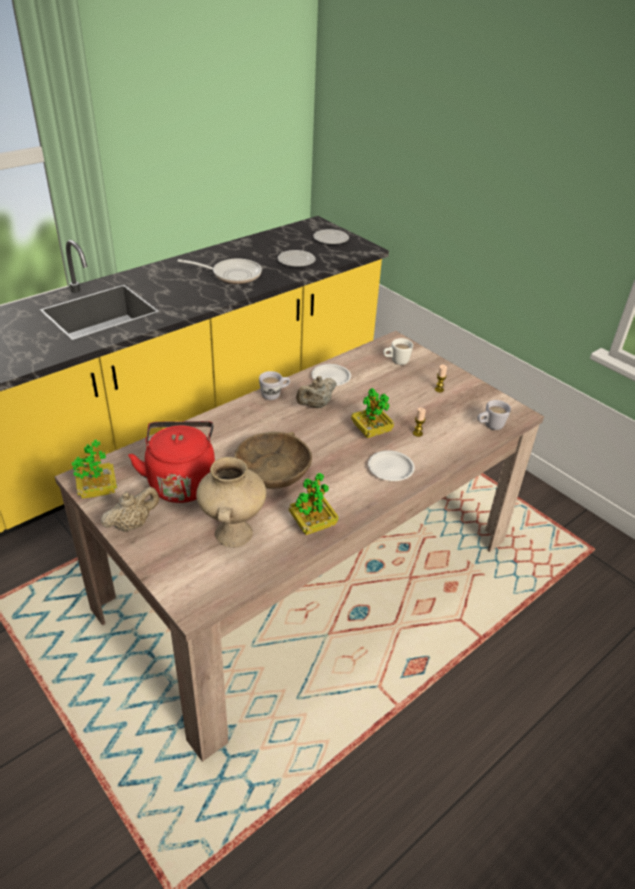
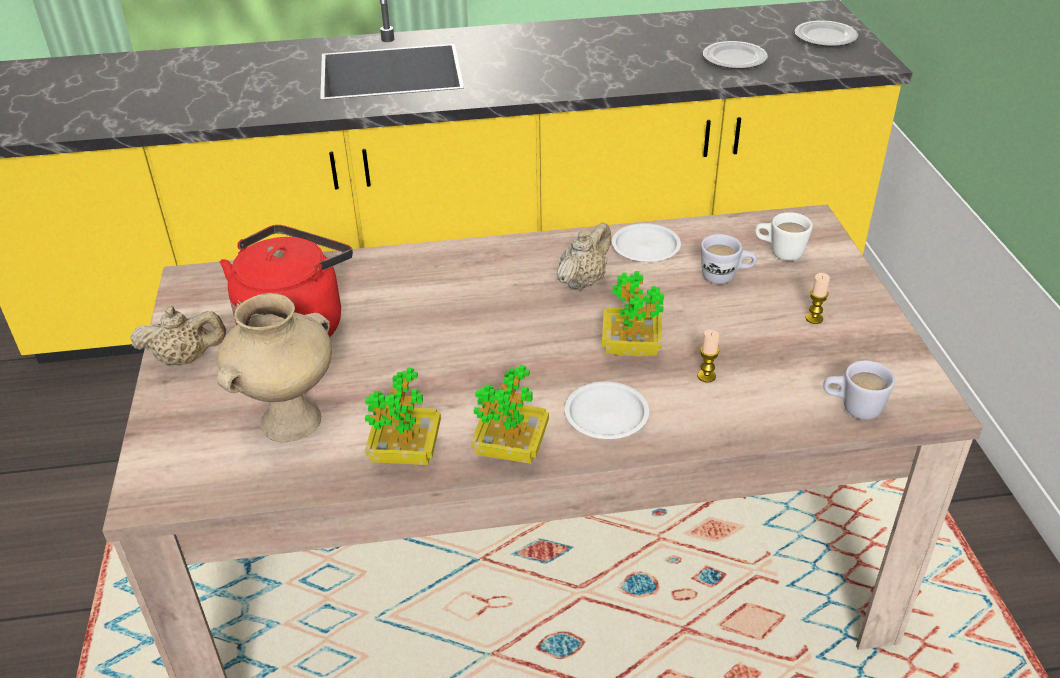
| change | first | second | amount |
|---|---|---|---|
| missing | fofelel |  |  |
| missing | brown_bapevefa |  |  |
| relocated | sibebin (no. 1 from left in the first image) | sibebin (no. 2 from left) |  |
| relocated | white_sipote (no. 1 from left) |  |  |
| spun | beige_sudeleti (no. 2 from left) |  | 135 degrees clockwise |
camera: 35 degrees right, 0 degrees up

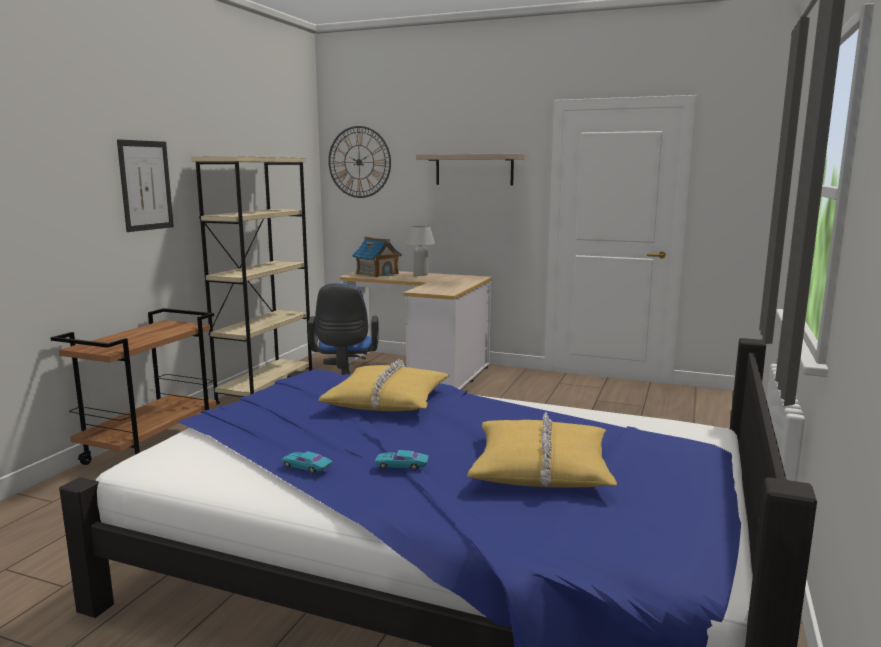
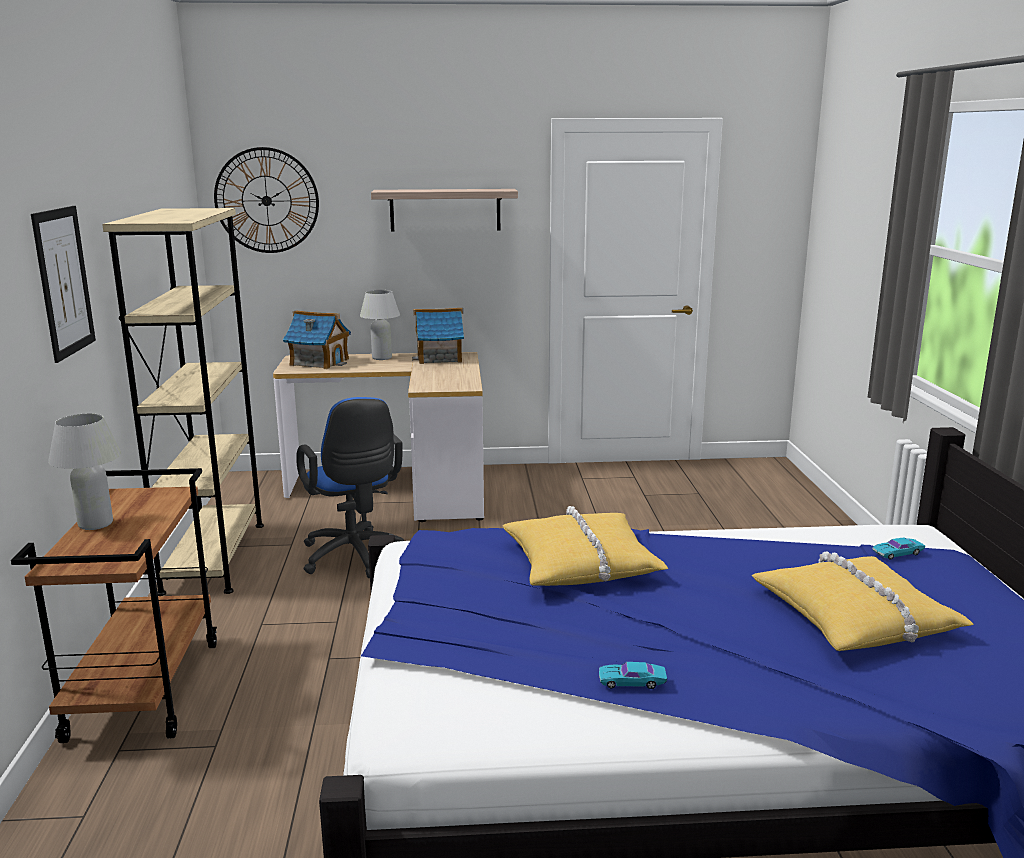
| change | first | second | amount |
|---|---|---|---|
| appeared |  | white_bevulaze (no. 1 from left) |  |
| appeared |  | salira (no. 2 from left) |  |
| relocated | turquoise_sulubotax (no. 2 from left) |  |  |
camera: 25 degrees left, 5 degrees up

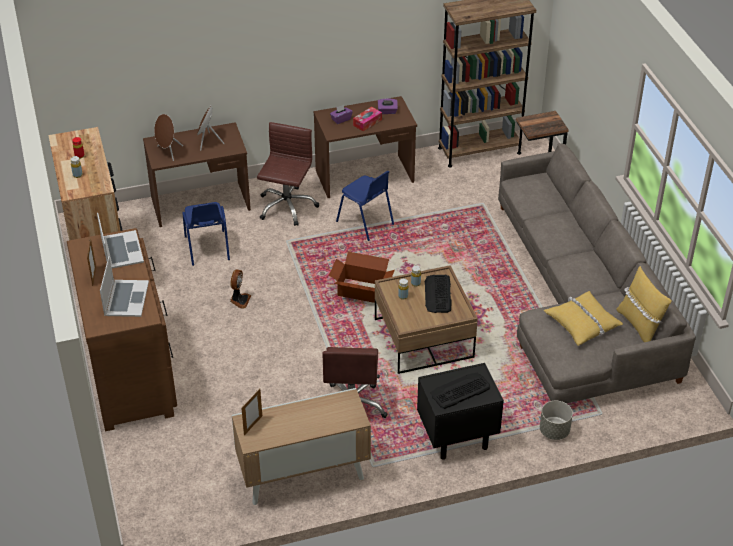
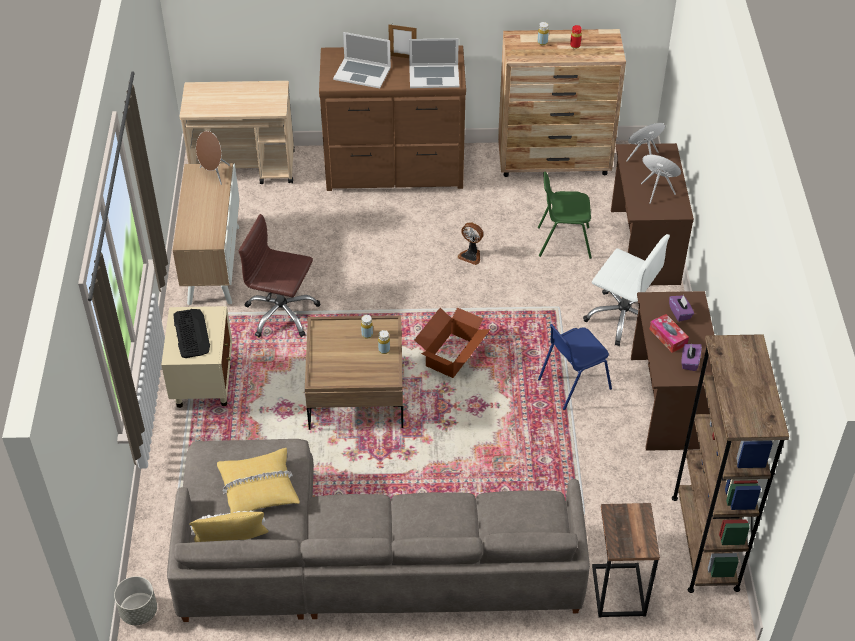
| change | first | second | amount |
|---|---|---|---|
| missing | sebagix (no. 1 from left) |  |  |
| appeared |  | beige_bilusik |  |
| relocated | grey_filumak |  |  |
| exchanged | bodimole (no. 2 from left) | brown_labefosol (no. 1 from left) |  |
| colour | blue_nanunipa (no. 1 from left) | green_nanunipa |  |
| colour | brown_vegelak (no. 1 from left) | white_vegelak |  |
| colour | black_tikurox | beige_tikurox |  |
camera: 105 degrees right, 5 degrees up

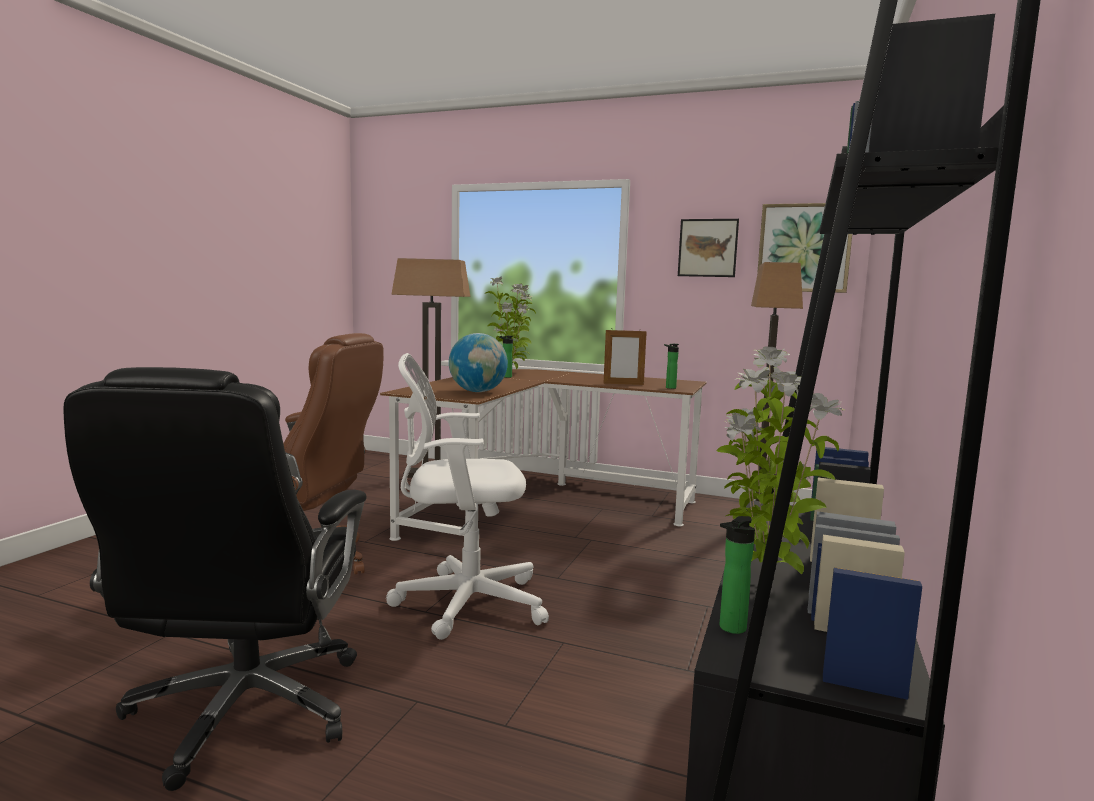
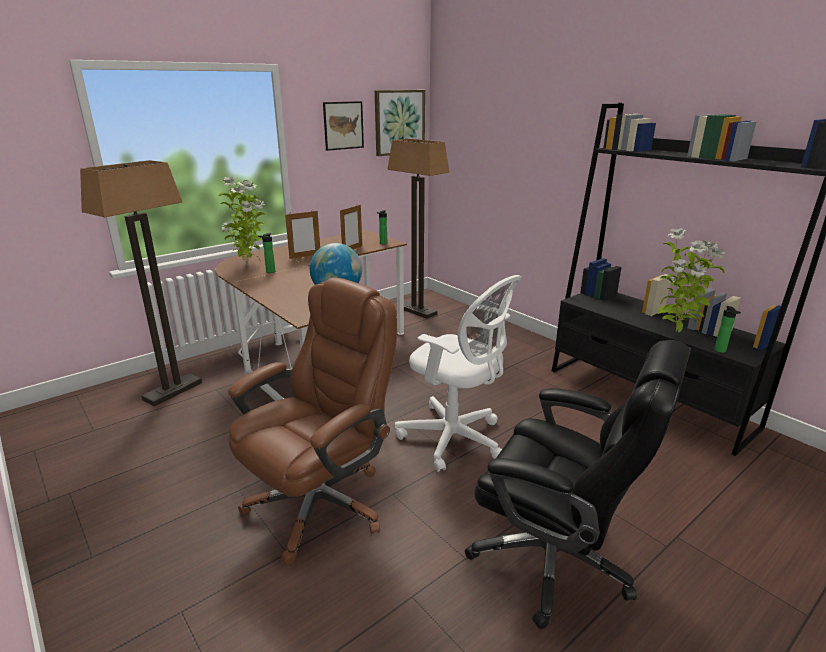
| change | first | second | amount |
|---|---|---|---|
| appeared |  | bodimole (no. 1 from left) |  |
| spun | white_vegelak |  | 75 degrees counterclockwise |
camera: 60 degrees left, 15 degrees up

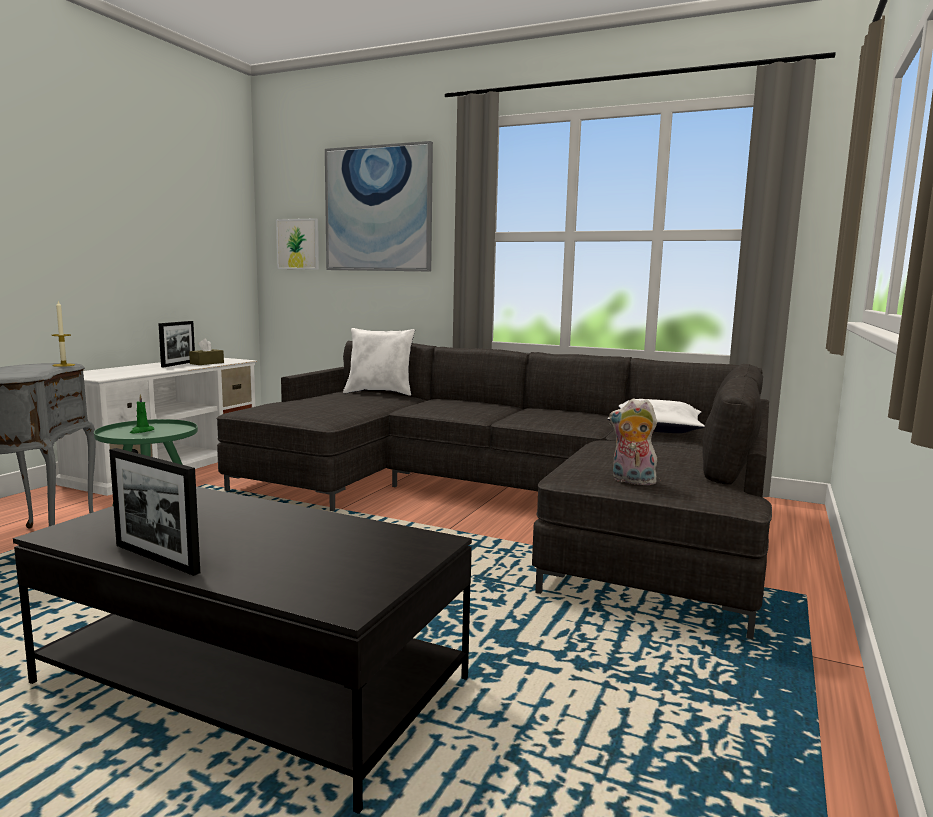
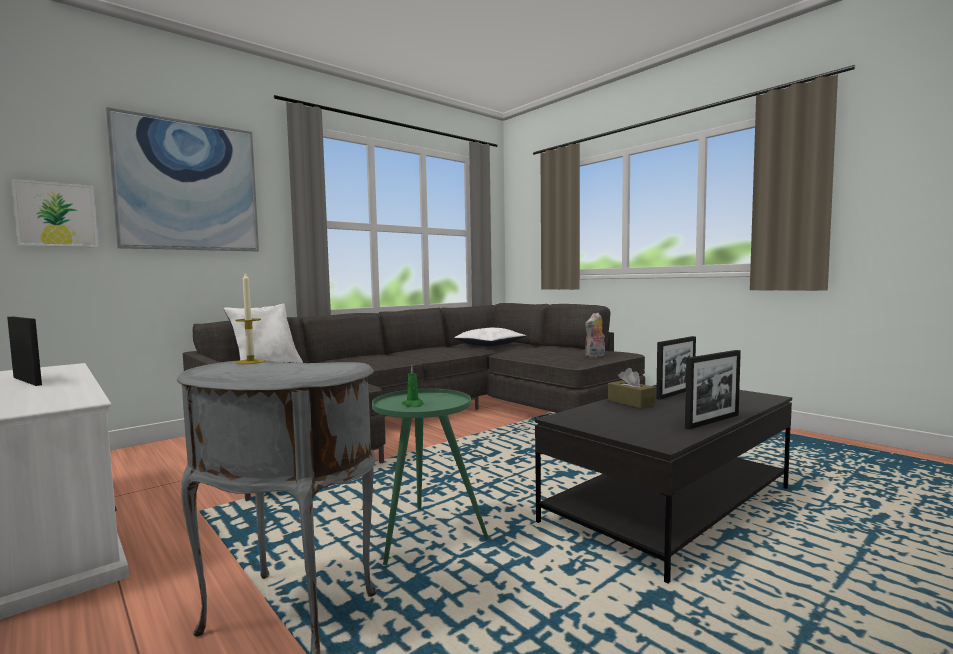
| change | first | second | amount |
|---|---|---|---|
| appeared |  | bodimole (no. 2 from left) |  |
| relocated | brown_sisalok |  |  |
camera: 65 degrees left, 5 degrees down

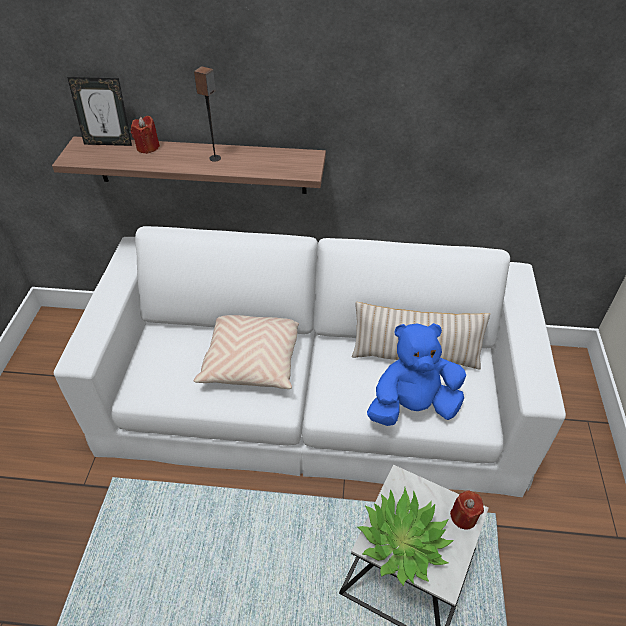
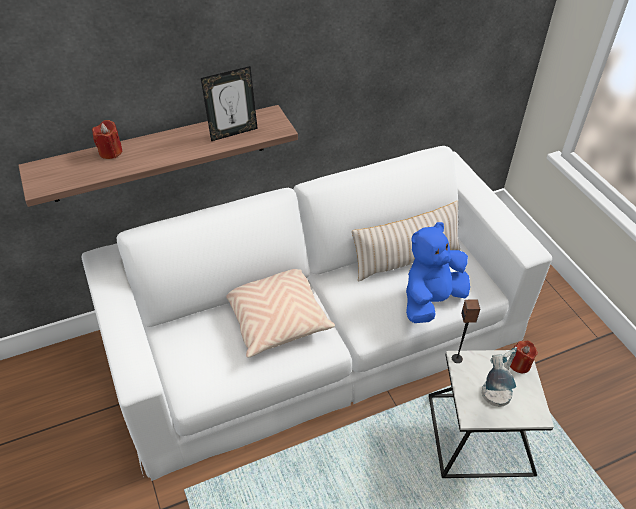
| change | first | second | amount |
|---|---|---|---|
| relocated | bodimole |  |  |
| relocated | labefosol |  |  |
| exchanged | sibebin | bevulaze |  |
camera: 30 degrees left, 0 degrees up

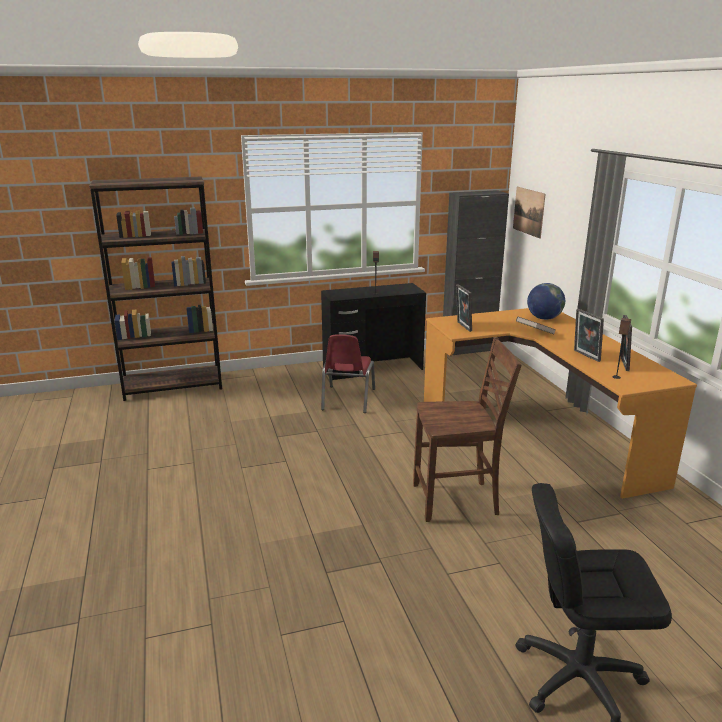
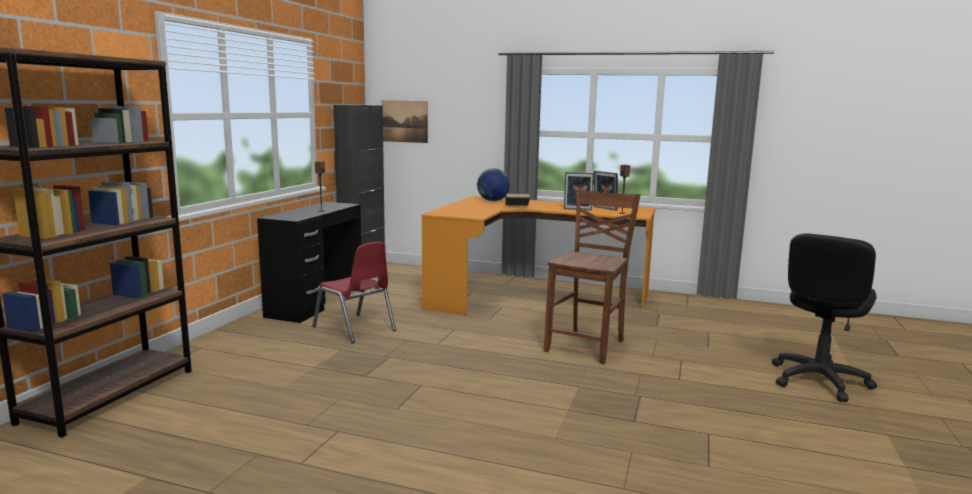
| change | first | second | amount |
|---|---|---|---|
| missing | bodimole (no. 1 from left) |  |  |
camera: 55 degrees left, 10 degrees down

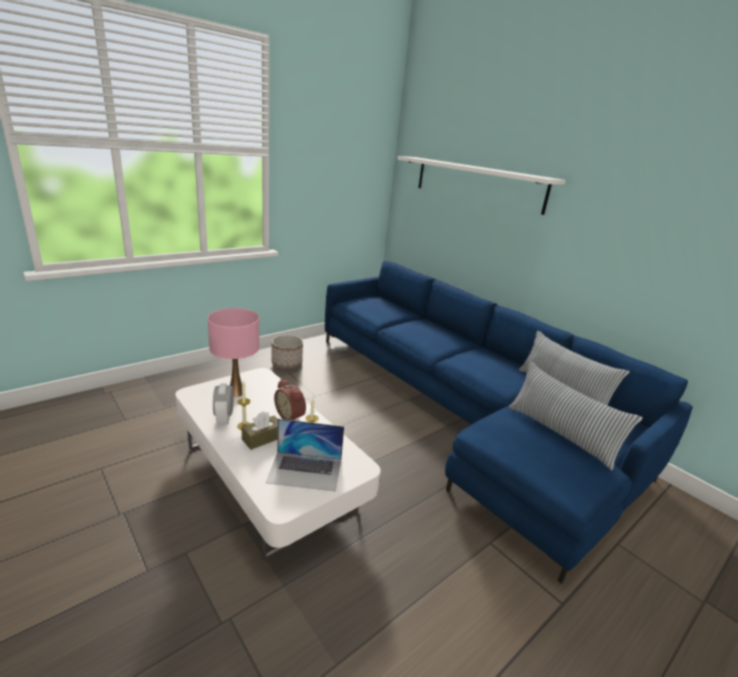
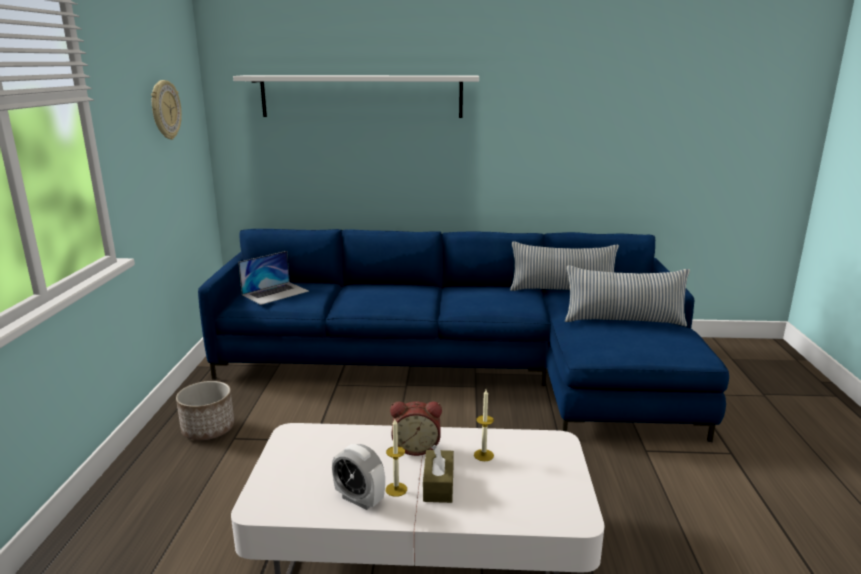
| change | first | second | amount |
|---|---|---|---|
| missing | pink_bevulaze |  |  |
| appeared |  | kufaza |  |
| relocated | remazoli |  |  |
camera: 45 degrees left, 5 degrees down

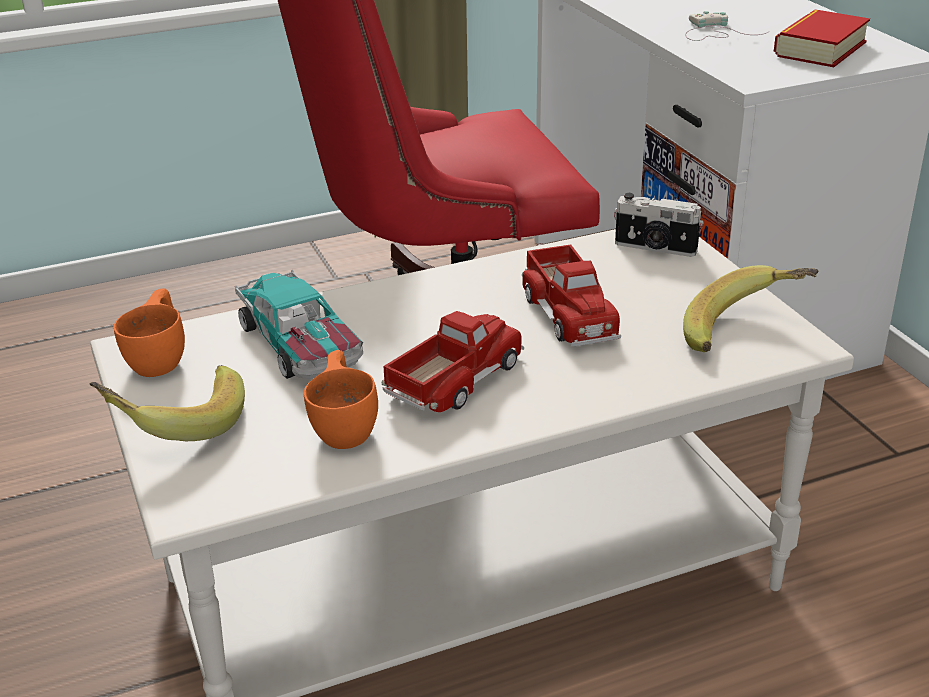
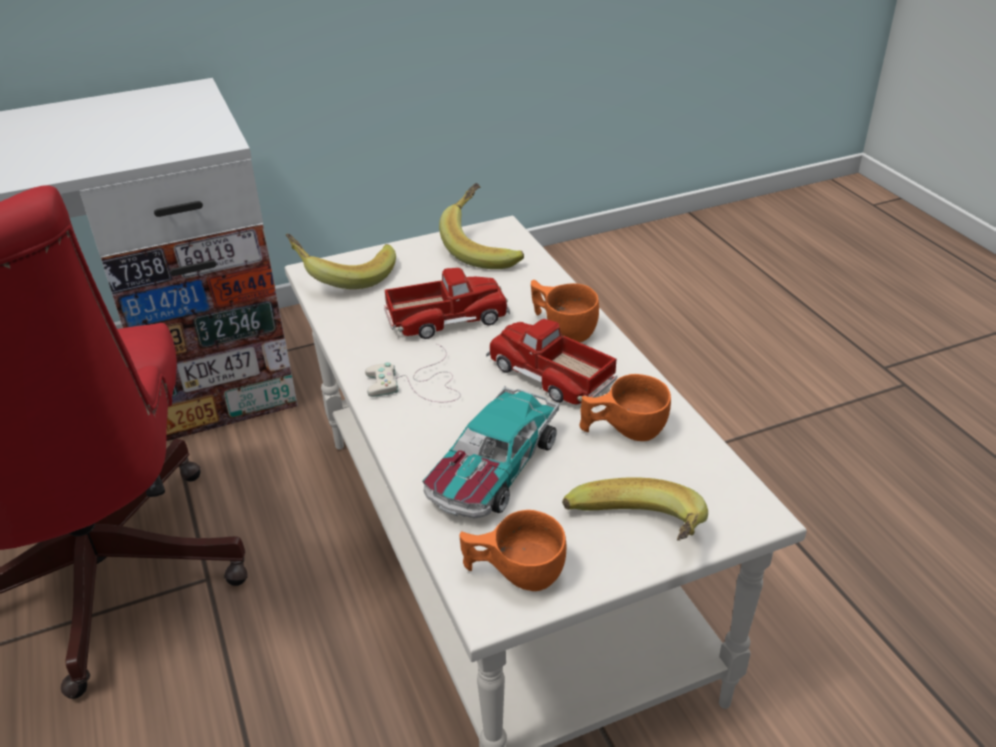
| change | first | second | amount |
|---|---|---|---|
| missing | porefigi |  |  |
| appeared |  | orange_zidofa (no. 2 from left) |  |
| relocated | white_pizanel |  |  |
| exchanged | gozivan | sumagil (no. 1 from left) |  |
| spun | sulubotax |  | 150 degrees clockwise |
camera: 90 degrees left, 5 degrees up

